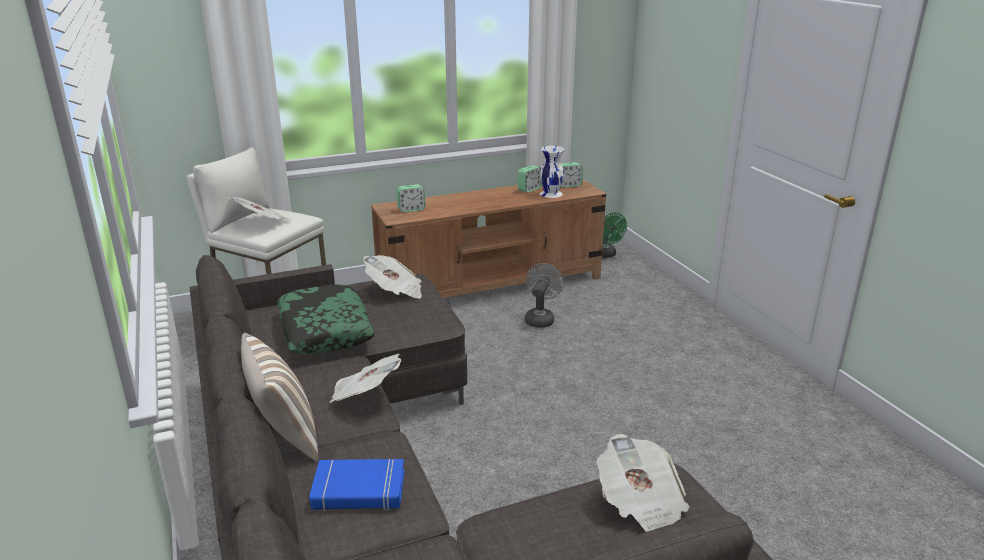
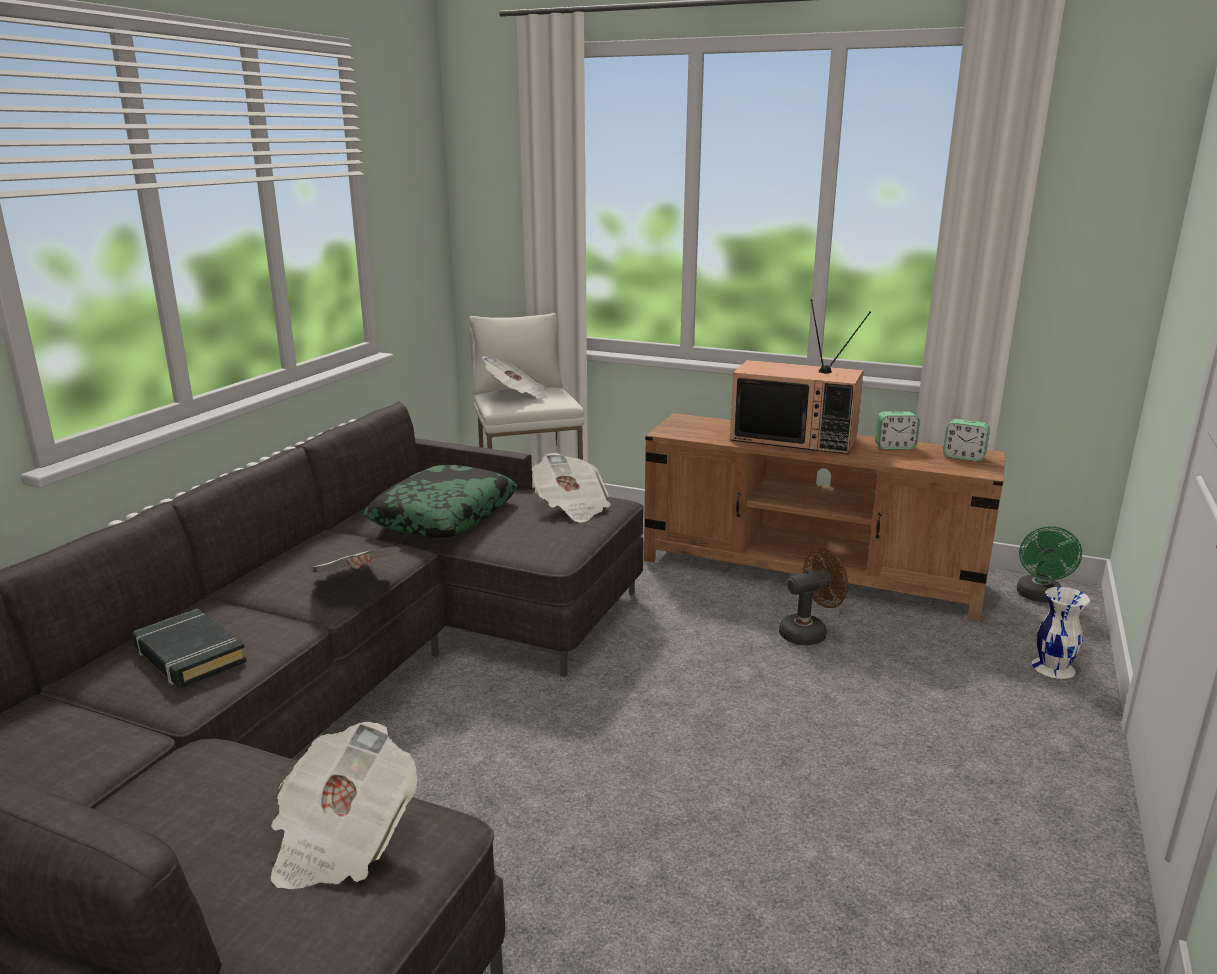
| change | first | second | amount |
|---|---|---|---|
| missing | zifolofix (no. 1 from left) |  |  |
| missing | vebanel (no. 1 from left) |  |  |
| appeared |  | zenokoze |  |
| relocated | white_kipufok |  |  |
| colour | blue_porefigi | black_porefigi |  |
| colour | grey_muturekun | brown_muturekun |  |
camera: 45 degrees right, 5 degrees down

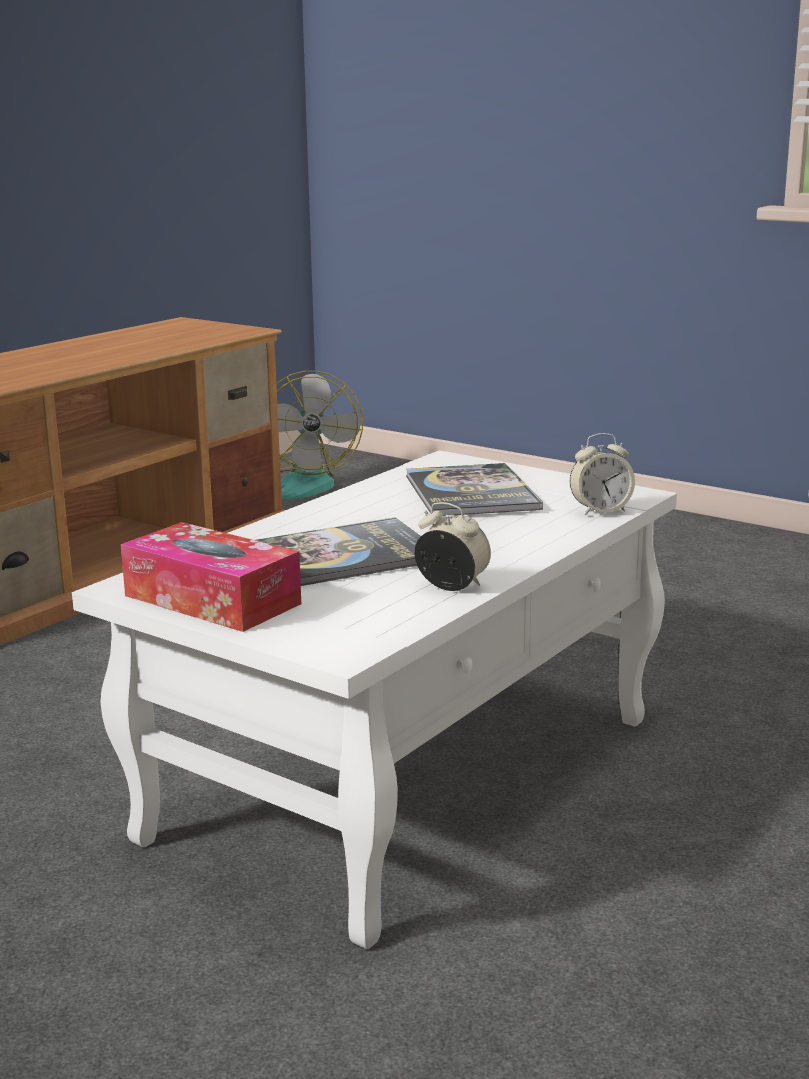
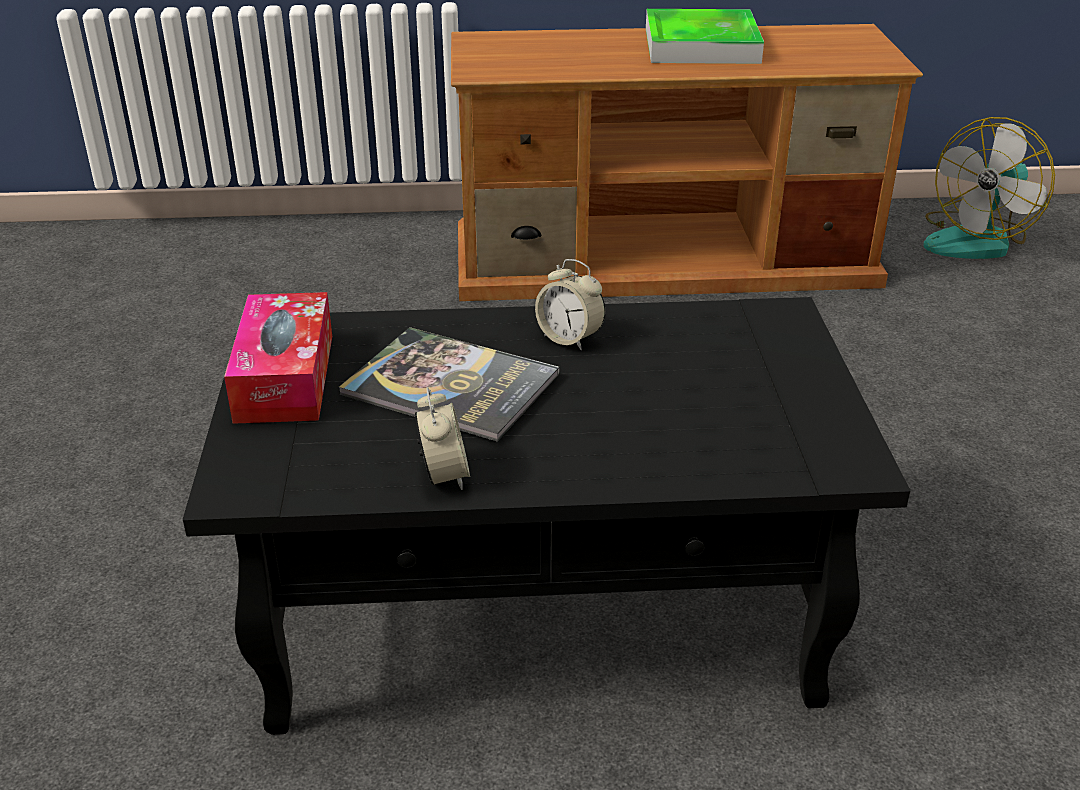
| change | first | second | amount |
|---|---|---|---|
| missing | porefigi (no. 2 from left) |  |  |
| appeared |  | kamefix |  |
| relocated | vebanel (no. 2 from left) |  |  |
| colour | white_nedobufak | black_nedobufak |  |
camera: 50 degrees right, 15 degrees up

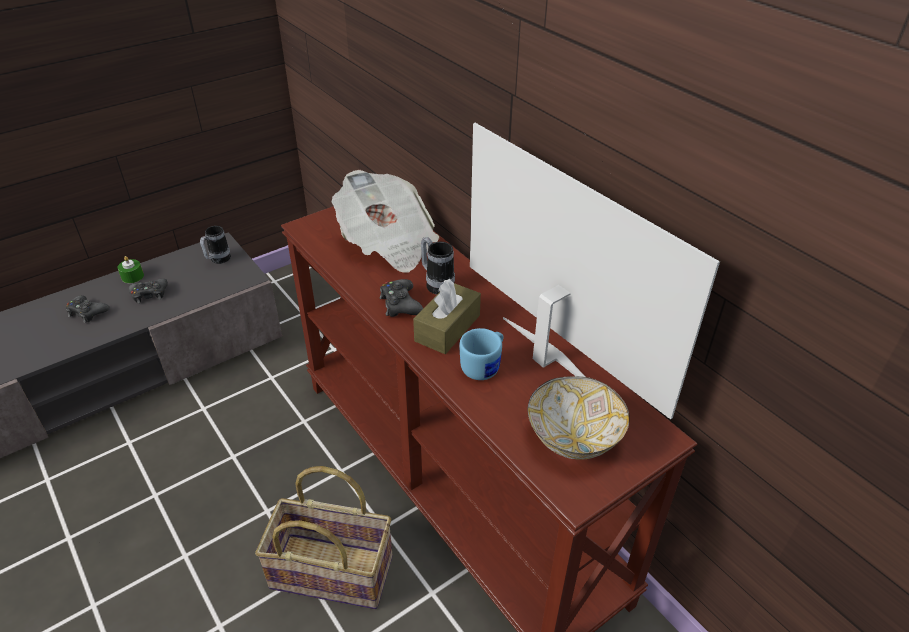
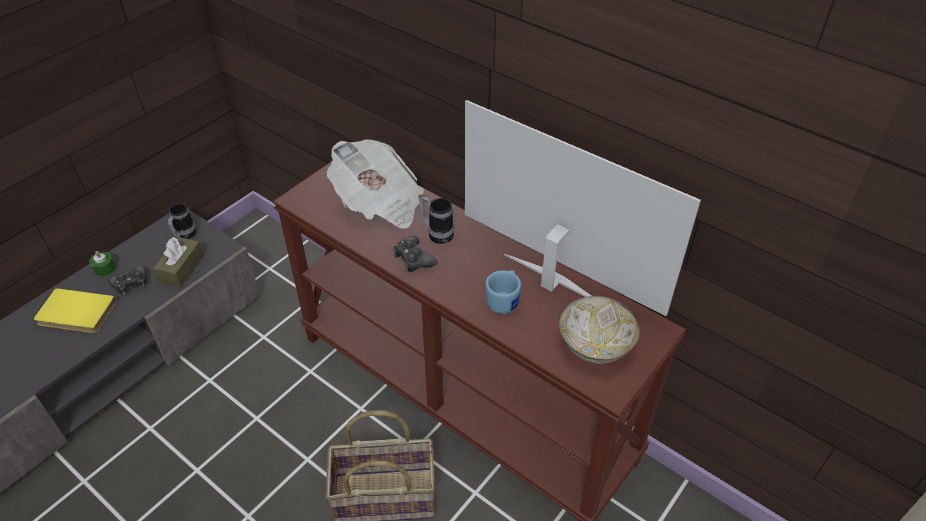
| change | first | second | amount |
|---|---|---|---|
| relocated | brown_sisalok |  |  |
| exchanged | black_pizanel (no. 1 from left) | yellow_porefigi |  |
camera: 15 degrees left, 5 degrees up

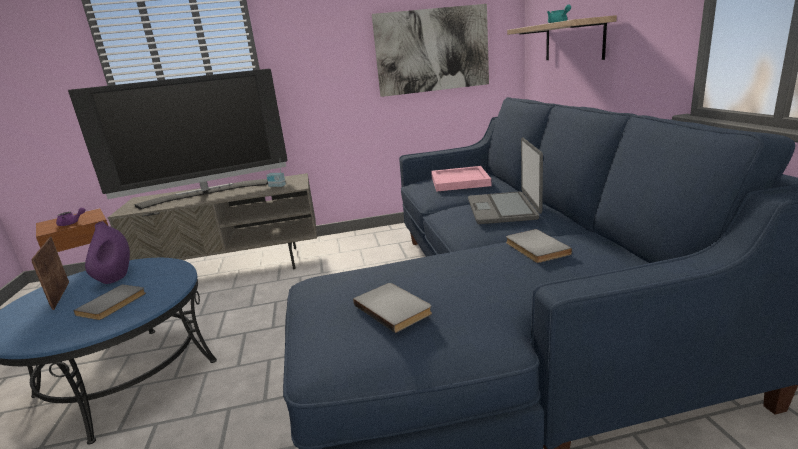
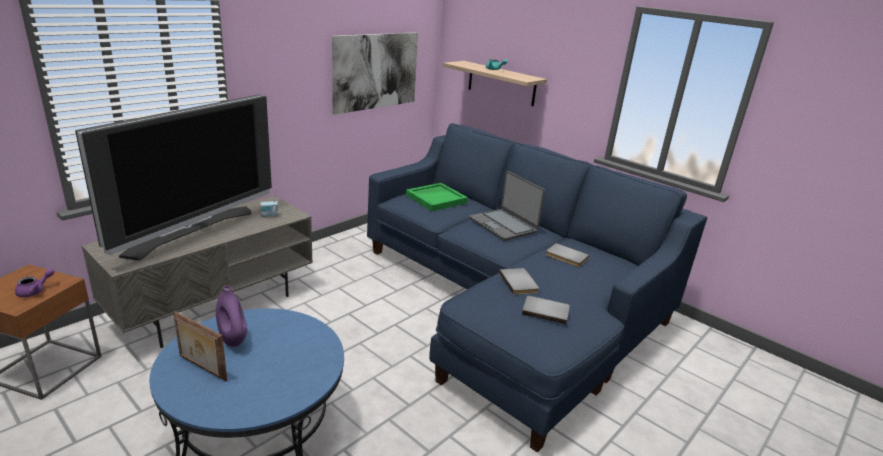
| change | first | second | amount |
|---|---|---|---|
| relocated | grey_porefigi (no. 1 from left) |  |  |
| colour | pink_kamefix | green_kamefix |  |
camera: 40 degrees left, 5 degrees up

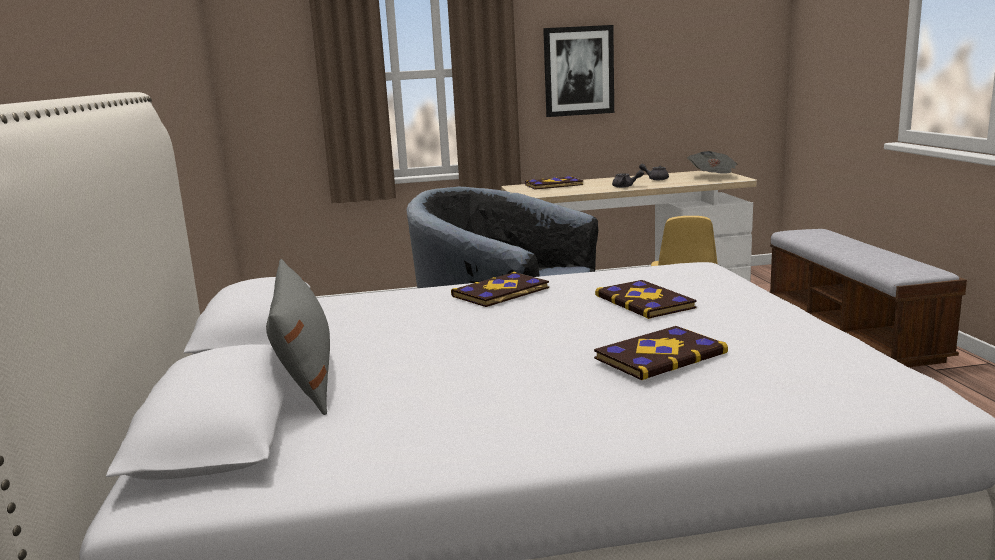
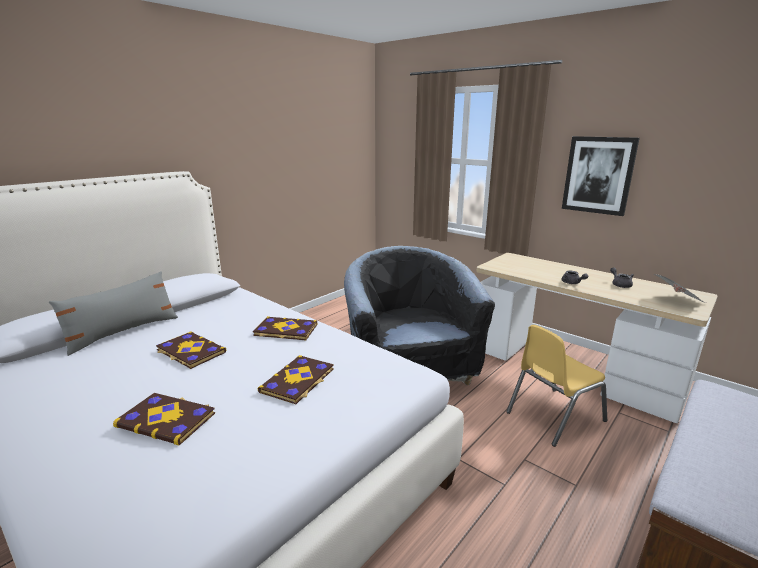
| change | first | second | amount |
|---|---|---|---|
| relocated | porefigi (no. 2 from left) |  |  |
camera: 50 degrees right, 5 degrees up

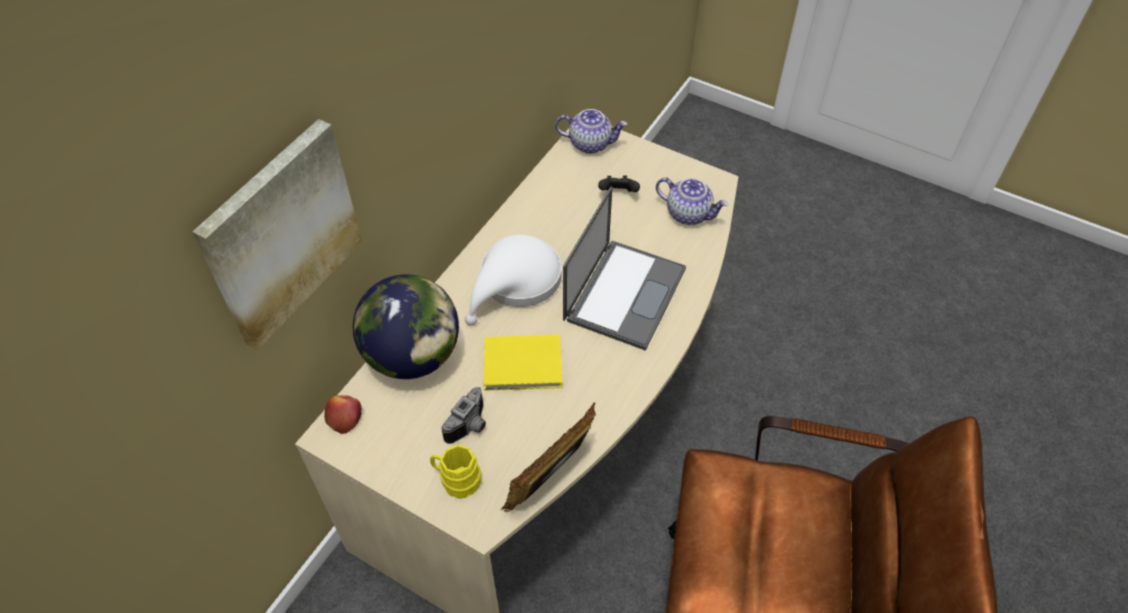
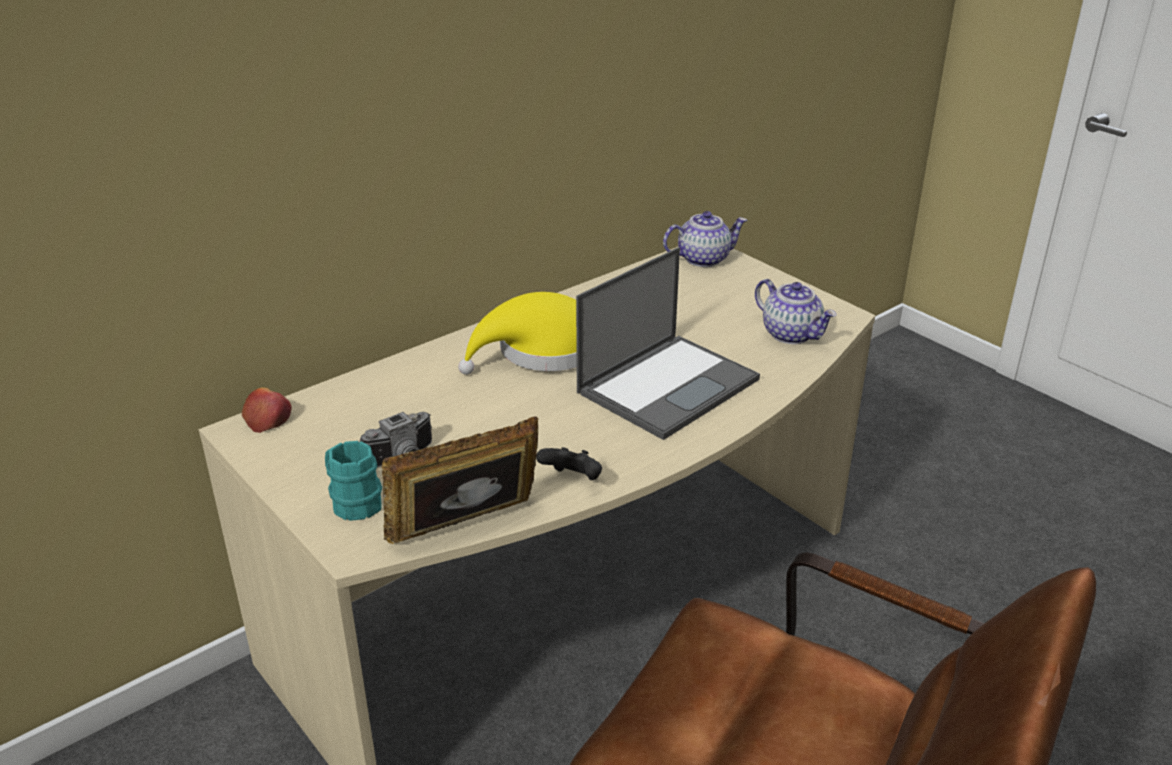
| change | first | second | amount |
|---|---|---|---|
| missing | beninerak |  |  |
| missing | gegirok |  |  |
| missing | yellow_porefigi |  |  |
| relocated | black_pizanel |  |  |
| colour | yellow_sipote | turquoise_sipote |  |
| colour | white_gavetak | yellow_gavetak |  |
| spun | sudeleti (no. 1 from left) |  | 45 degrees counterclockwise |
camera: 20 degrees right, 20 degrees down

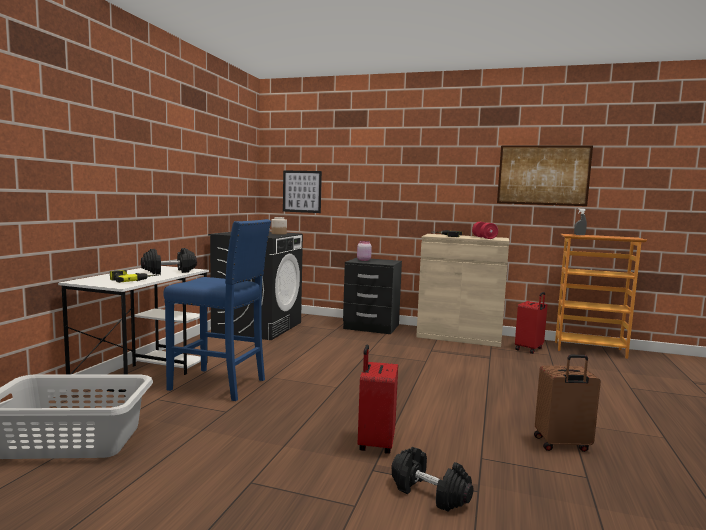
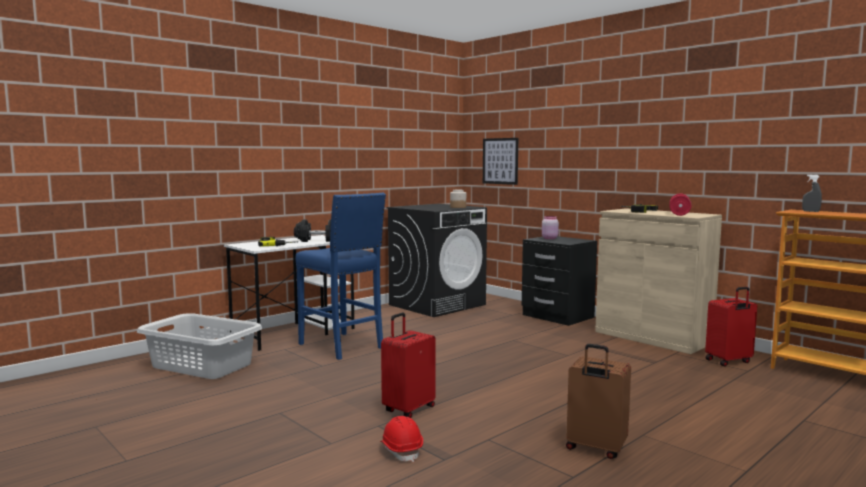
| change | first | second | amount |
|---|---|---|---|
| missing | beninerak (no. 2 from left) |  |  |
| exchanged | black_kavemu (no. 2 from left) | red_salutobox |  |
camera: 30 degrees right, 0 degrees up

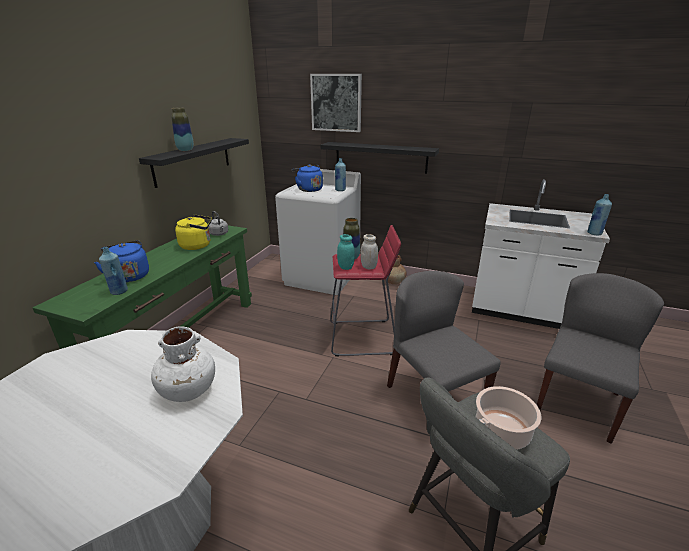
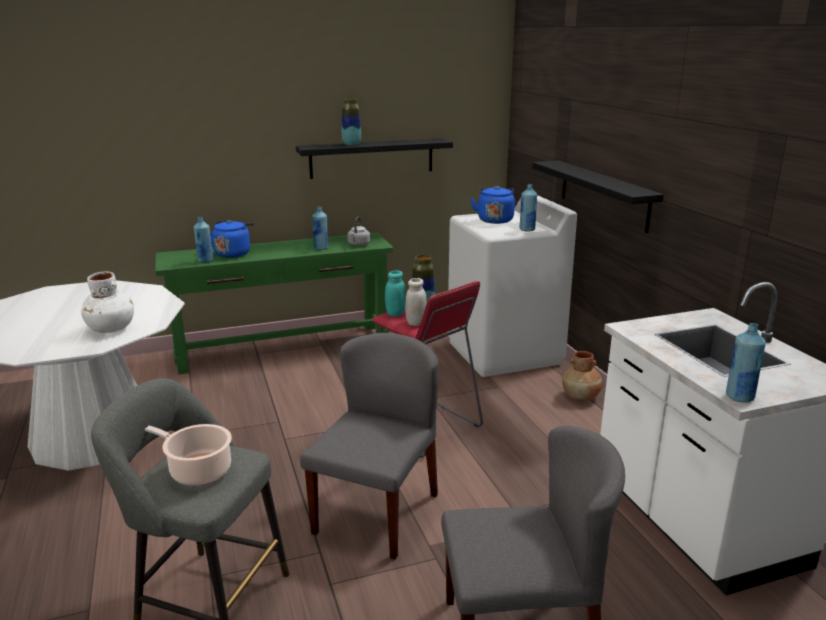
| change | first | second | amount |
|---|---|---|---|
| missing | beninerak |  |  |
| exchanged | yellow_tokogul | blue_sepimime (no. 2 from left) |  |
camera: 50 degrees right, 5 degrees down

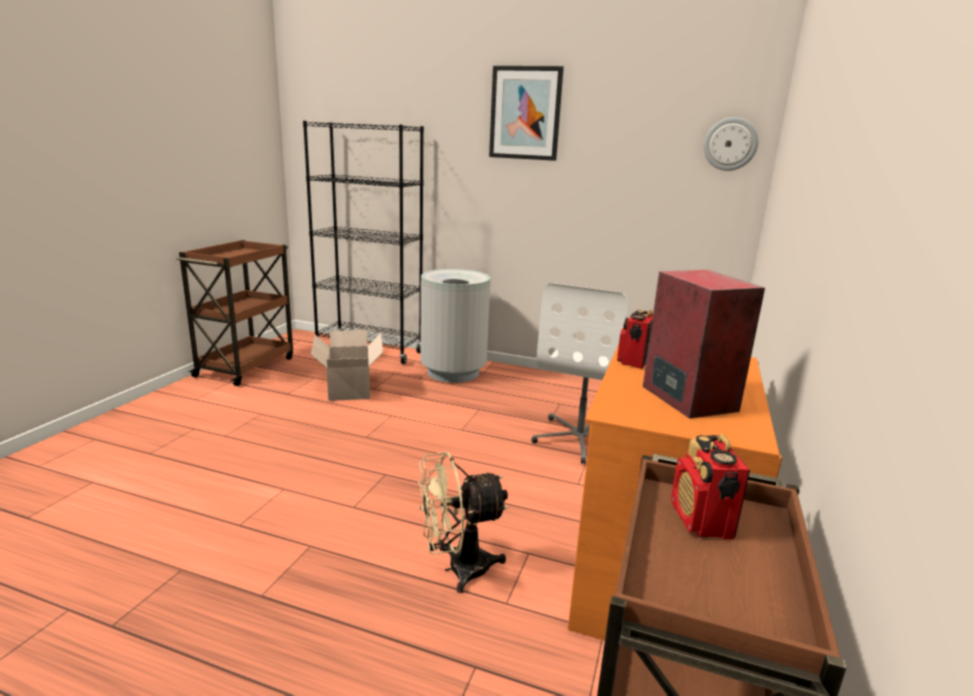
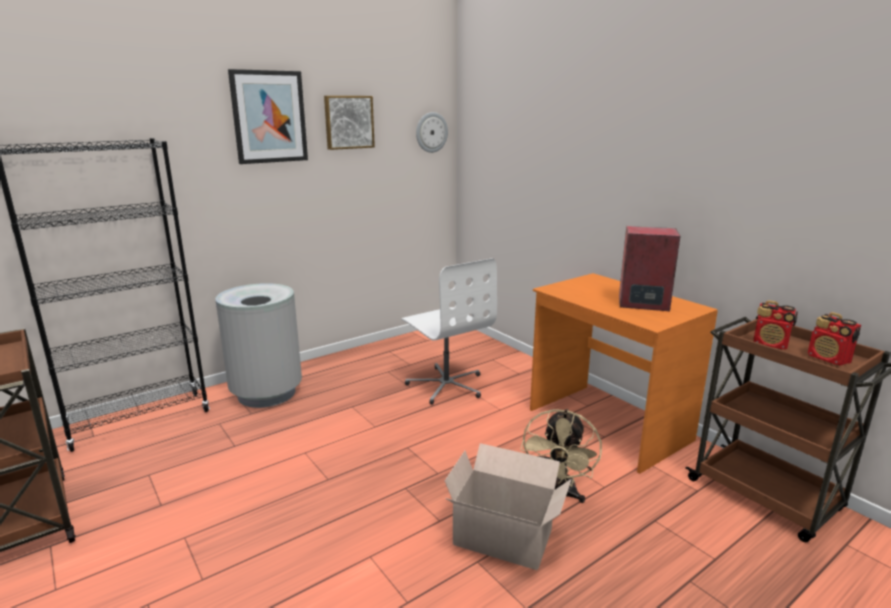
| change | first | second | amount |
|---|---|---|---|
| appeared |  | beninerak (no. 2 from left) |  |
| relocated | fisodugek |  |  |
| relocated | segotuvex (no. 1 from left in the first image) | segotuvex (no. 2 from left) |  |
camera: 55 degrees left, 0 degrees up

